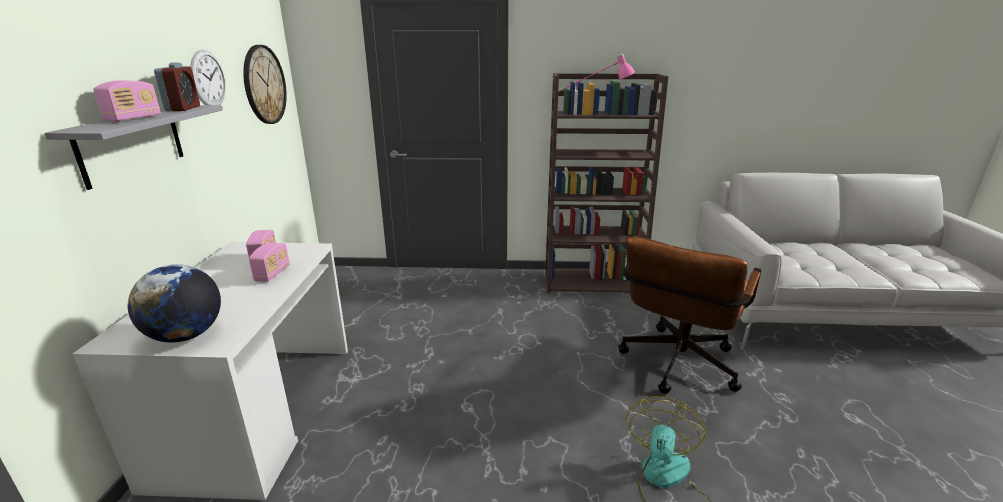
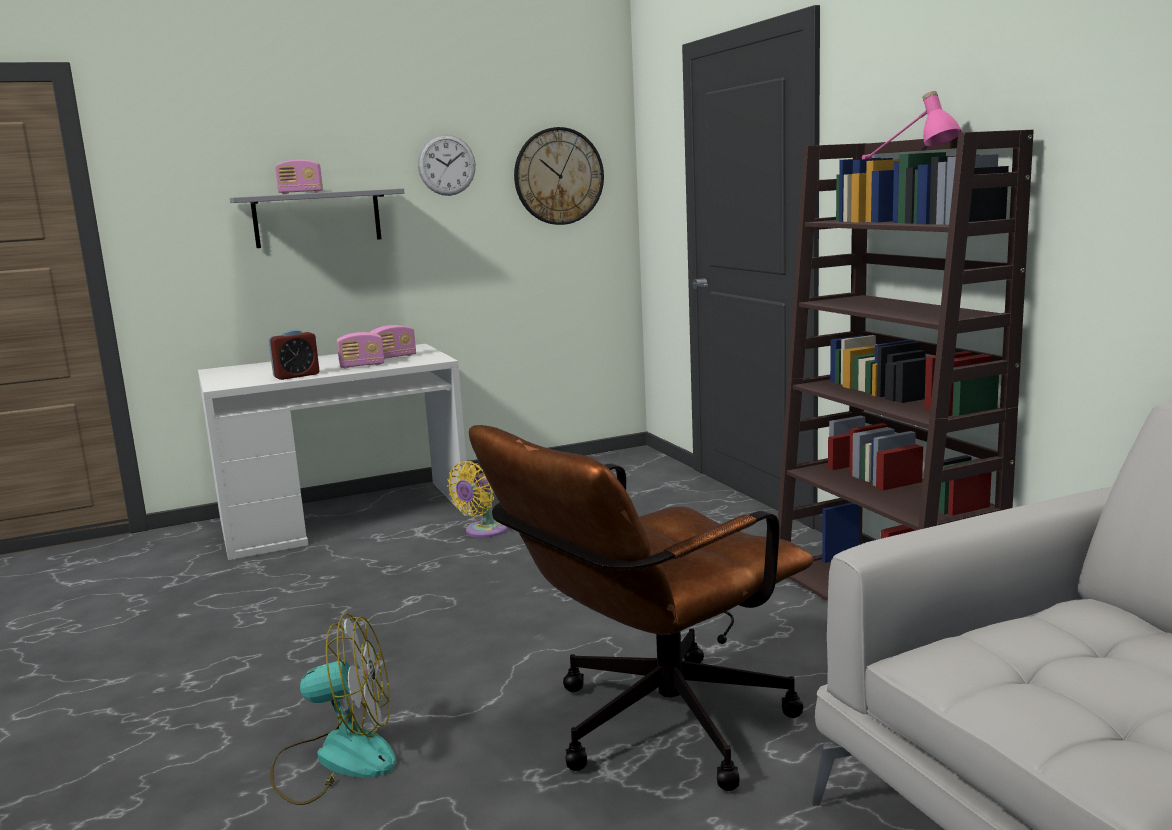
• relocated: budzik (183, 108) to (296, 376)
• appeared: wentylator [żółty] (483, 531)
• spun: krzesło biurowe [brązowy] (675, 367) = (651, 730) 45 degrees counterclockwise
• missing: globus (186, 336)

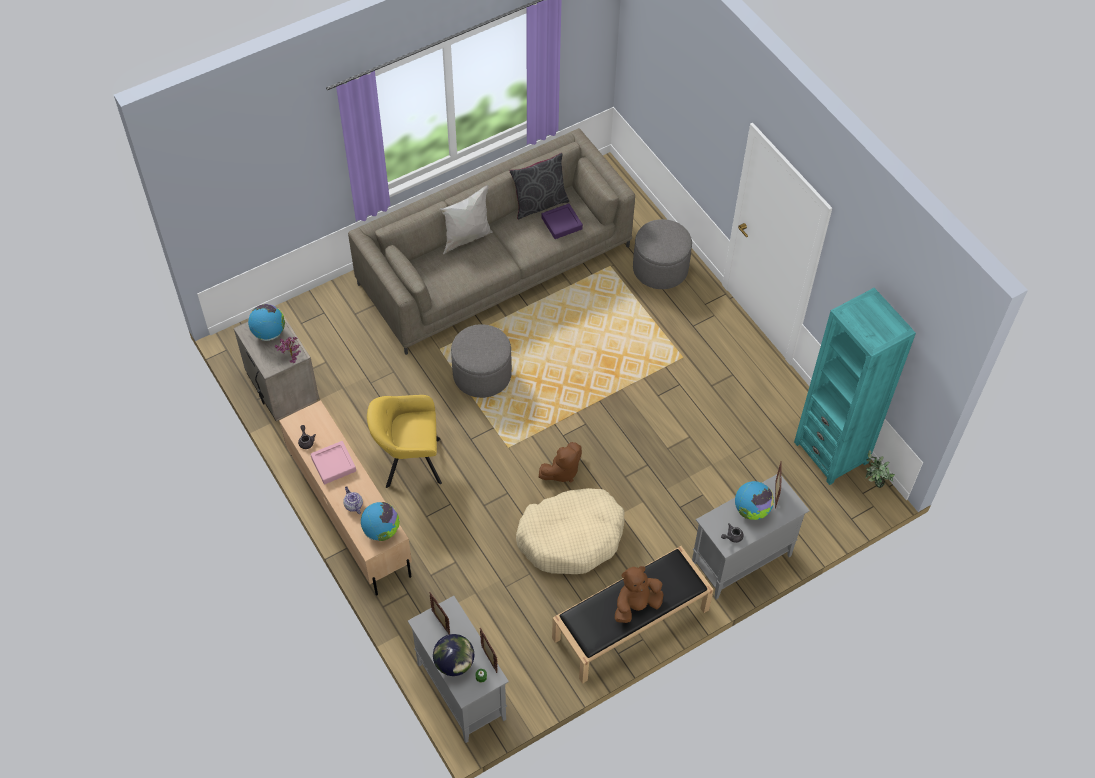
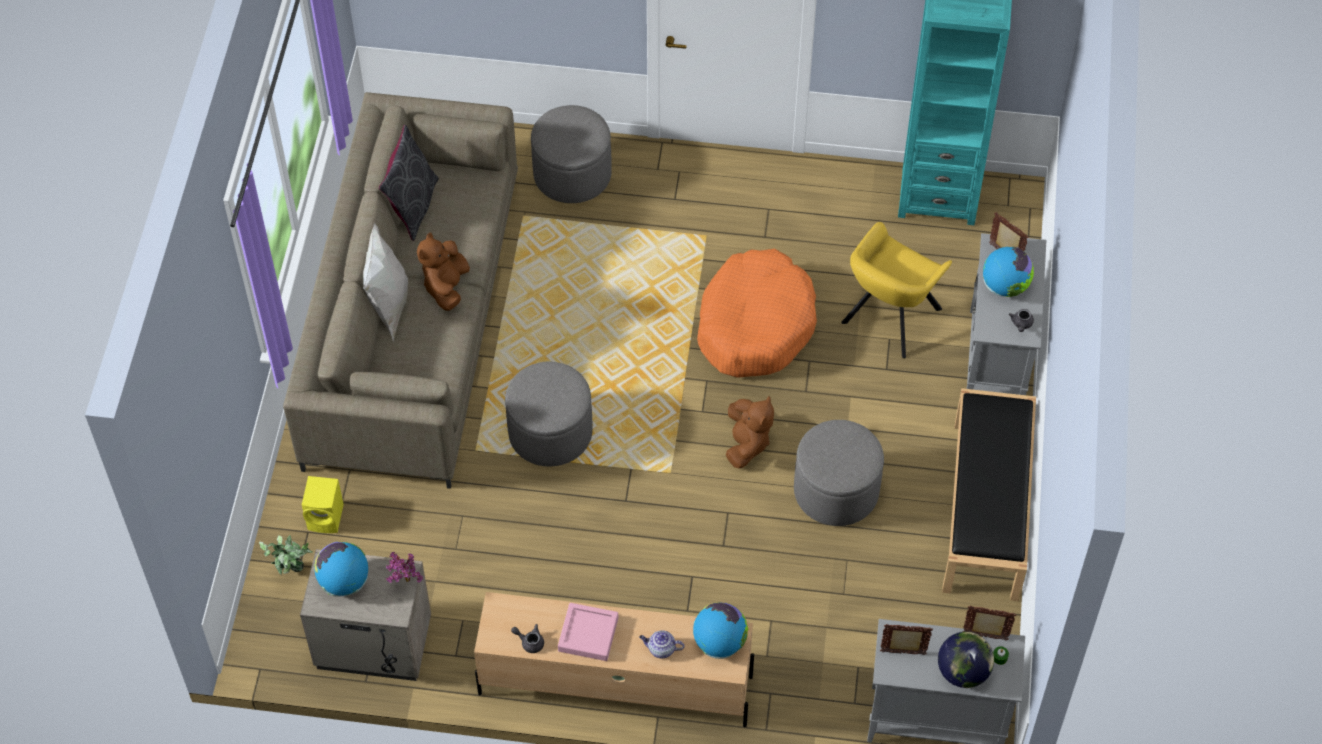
• relocated: roślina doniczkowa (873, 485) to (292, 574)
• appeared: głośnik [żółty] (327, 518)
• relocated: pluszak [brązowy] (636, 605) to (446, 286)
• appeared: legowisko [pomarańczowy] (755, 324)
• exchanged: legowisko [beżowy] (571, 537) to pufa [szary] (836, 491)
• relocated: fotel [żółty] (409, 461) to (888, 319)
• missing: taca [fioletowy] (561, 223)

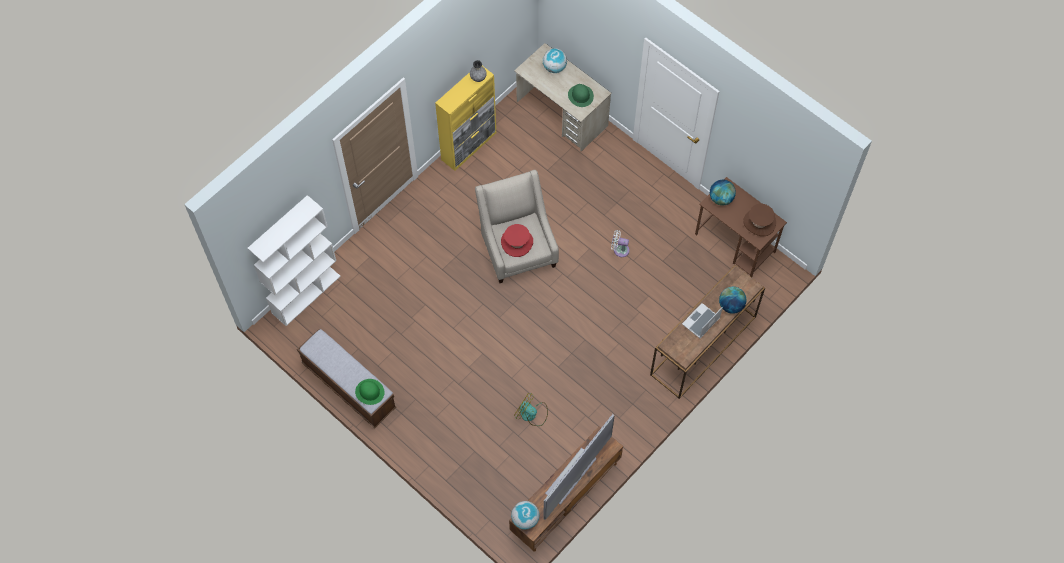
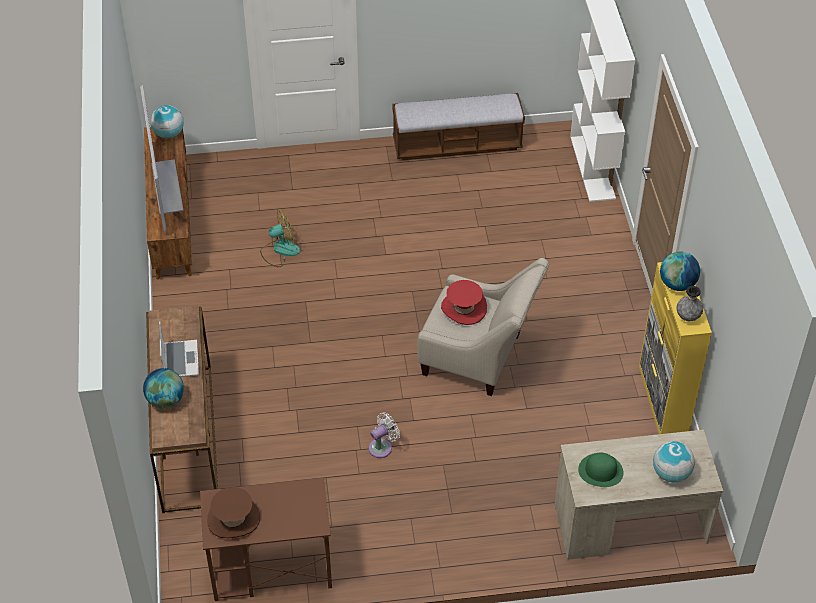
• relocated: globus (721, 198) to (677, 284)
• missing: kapelusz [zielony] (370, 392)

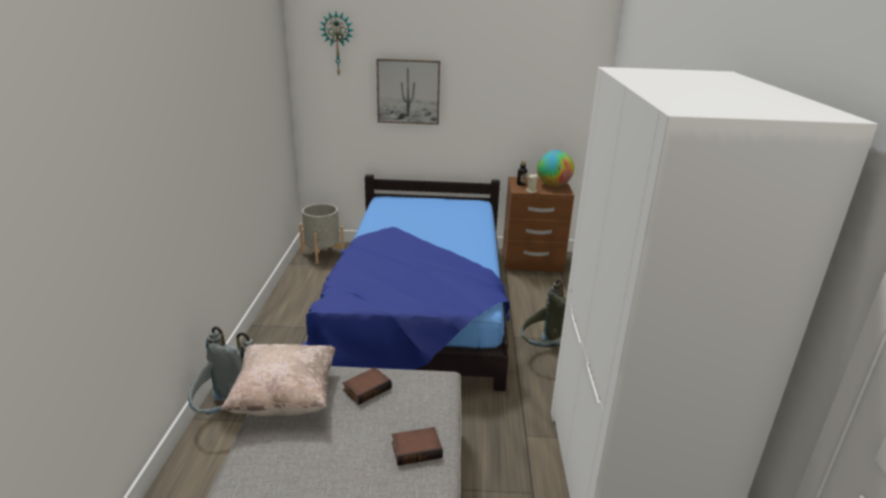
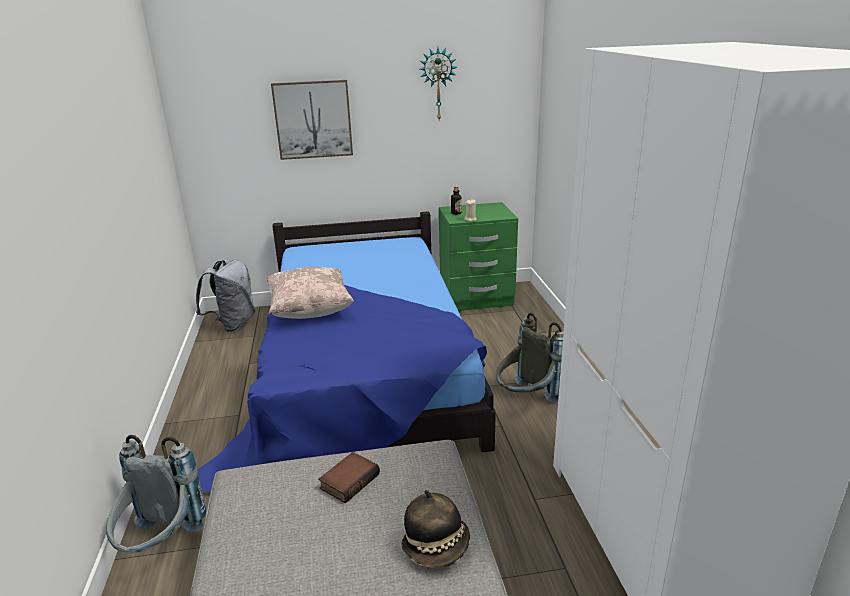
• exchanged: donica [szary] (322, 254) to plecak [szary] (233, 324)
• relocated: poduszka [beżowy] (285, 398) to (310, 311)
• exchanged: książka (417, 449) to kapelusz (437, 546)
• relocated: zegar ścienny (337, 44) to (437, 84)
• colour: szafka nocna [brązowy] (532, 261) to szafka nocna [zielony] (476, 298)
• missing: globus (553, 185)

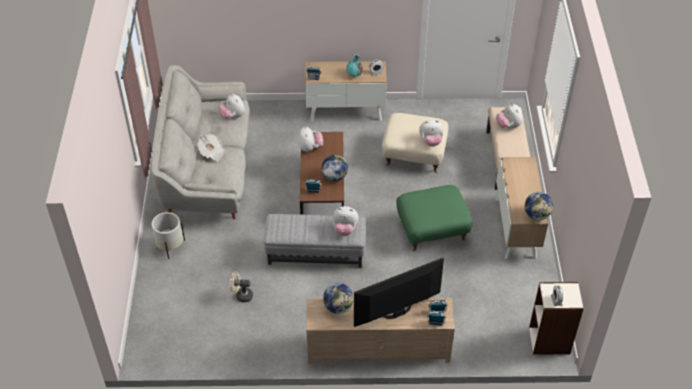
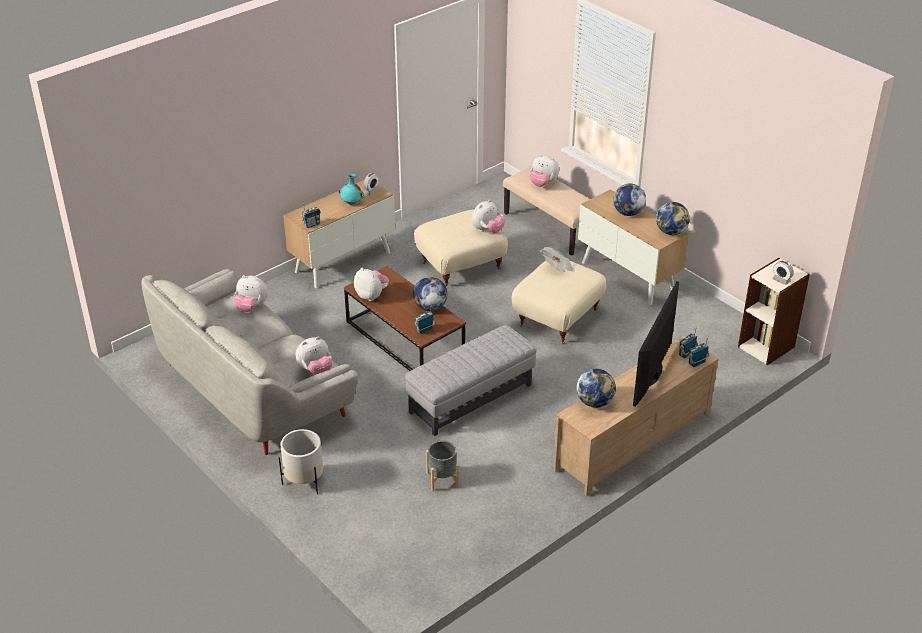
• relocated: pluszak (345, 229) to (315, 370)
• exchanged: wentylator [beżowy] (241, 295) to donica [szary] (442, 479)
• colour: pufa [zielony] (432, 230) to pufa [beżowy] (557, 317)
• relocated: gazeta (212, 153) to (557, 268)
• appeared: globus (628, 213)

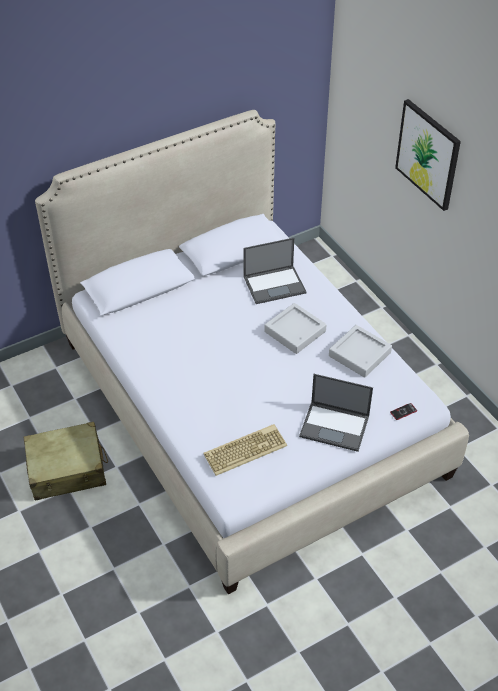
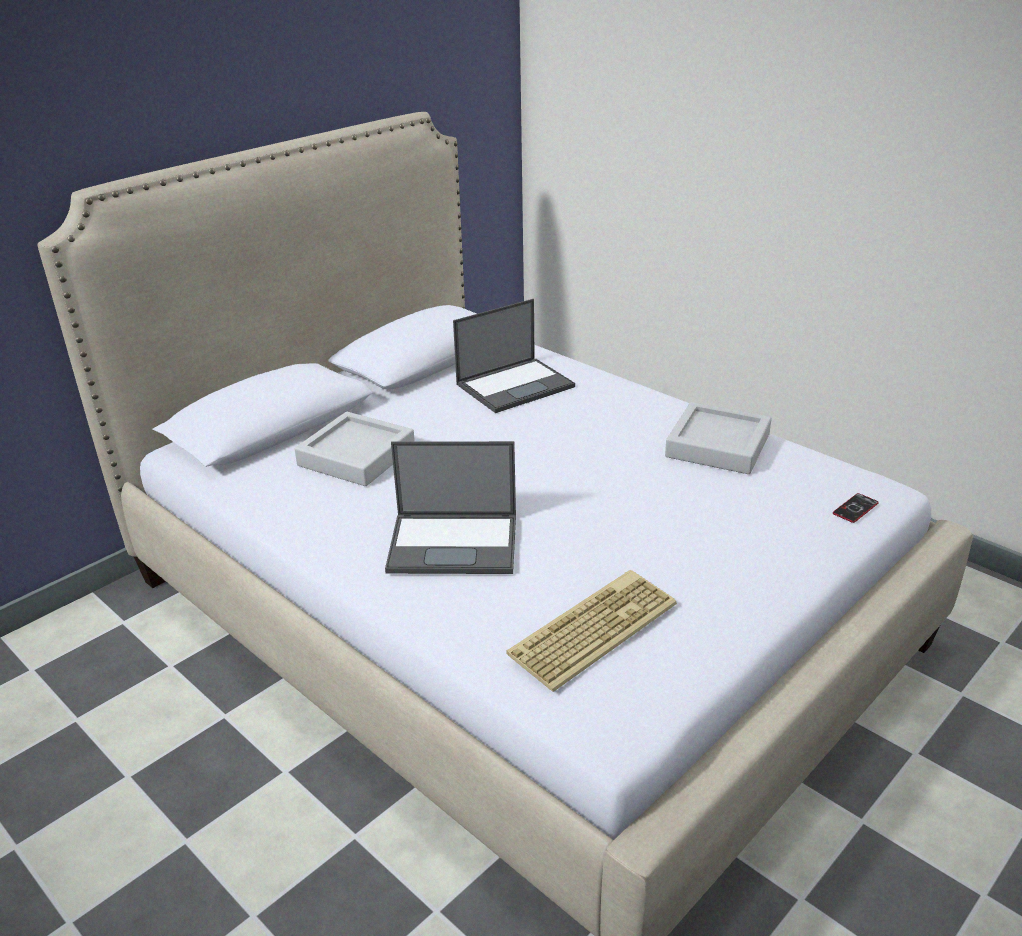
• relocated: taca [szary] (295, 331) to (356, 456)
• relocated: laptop (335, 426) to (455, 543)
• missing: walizka [beżowy] (67, 469)
• missing: obraz (428, 154)

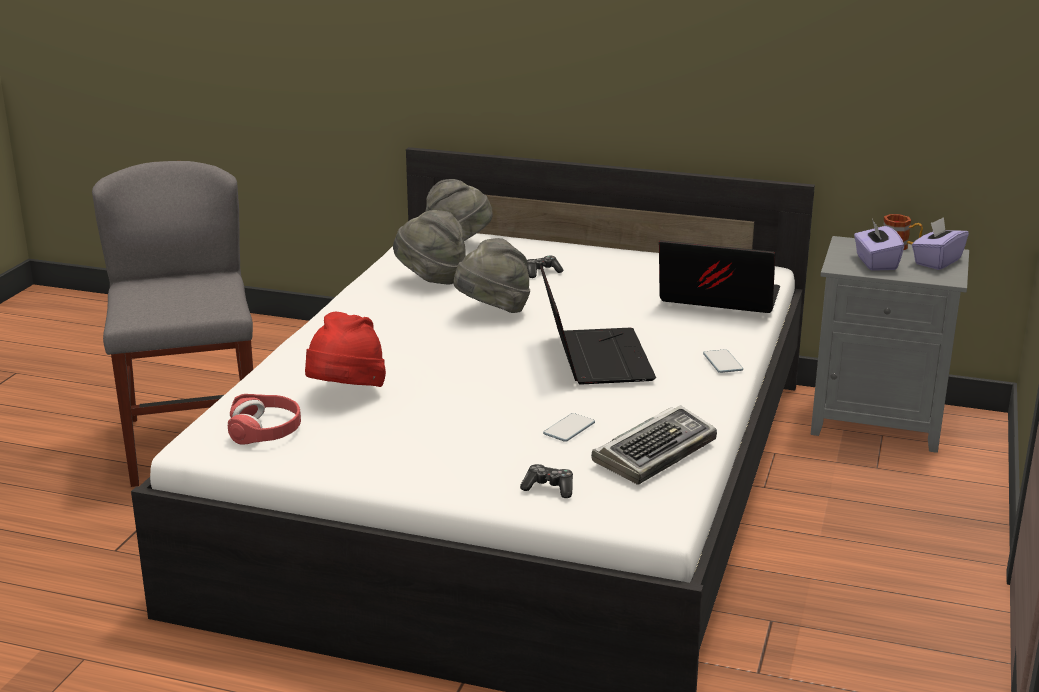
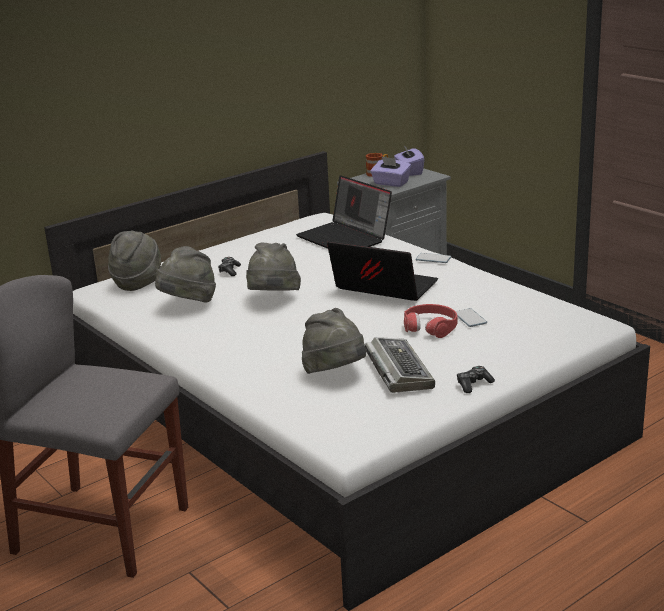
• spun: laptop (716, 299) = (345, 238) 90 degrees counterclockwise
• colour: kapelusz [czerwony] (346, 394) to kapelusz [szary] (335, 374)
• relocated: klawiatura (655, 452) to (398, 371)
• relocated: słuchawki [czerwony] (265, 429) to (430, 327)
• relocated: pad do gier (549, 488) to (473, 384)

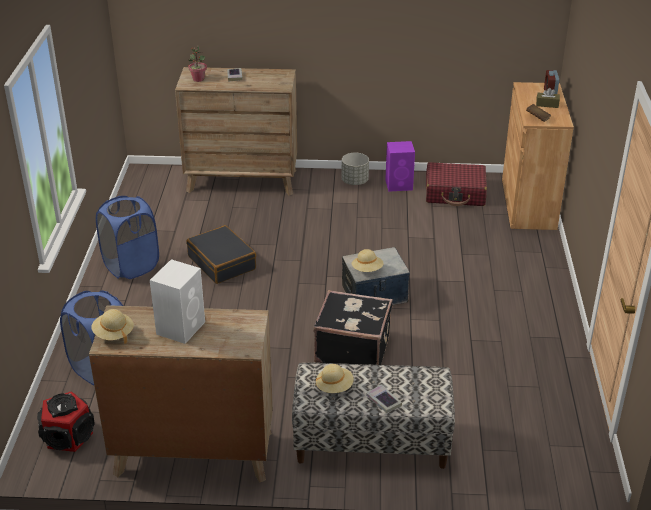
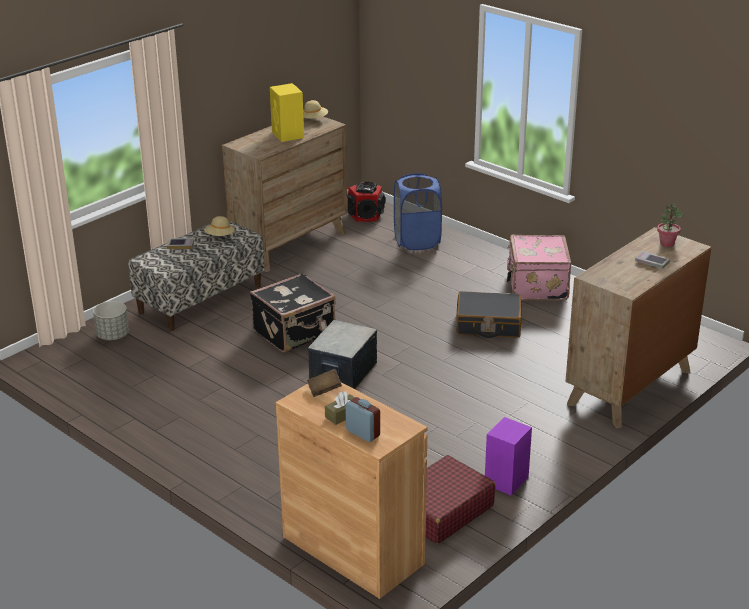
• relocated: donica [szary] (355, 181) to (112, 336)
• colour: głośnik [biały] (181, 327) to głośnik [żółty] (288, 135)
• exchanged: kosz na pranie [niebieski] (131, 266) to walizka [różowy] (536, 286)
• missing: kapelusz [beżowy] (367, 270)

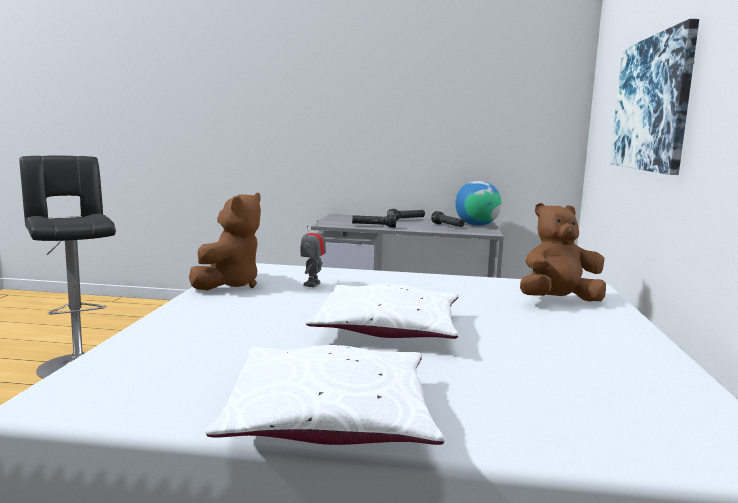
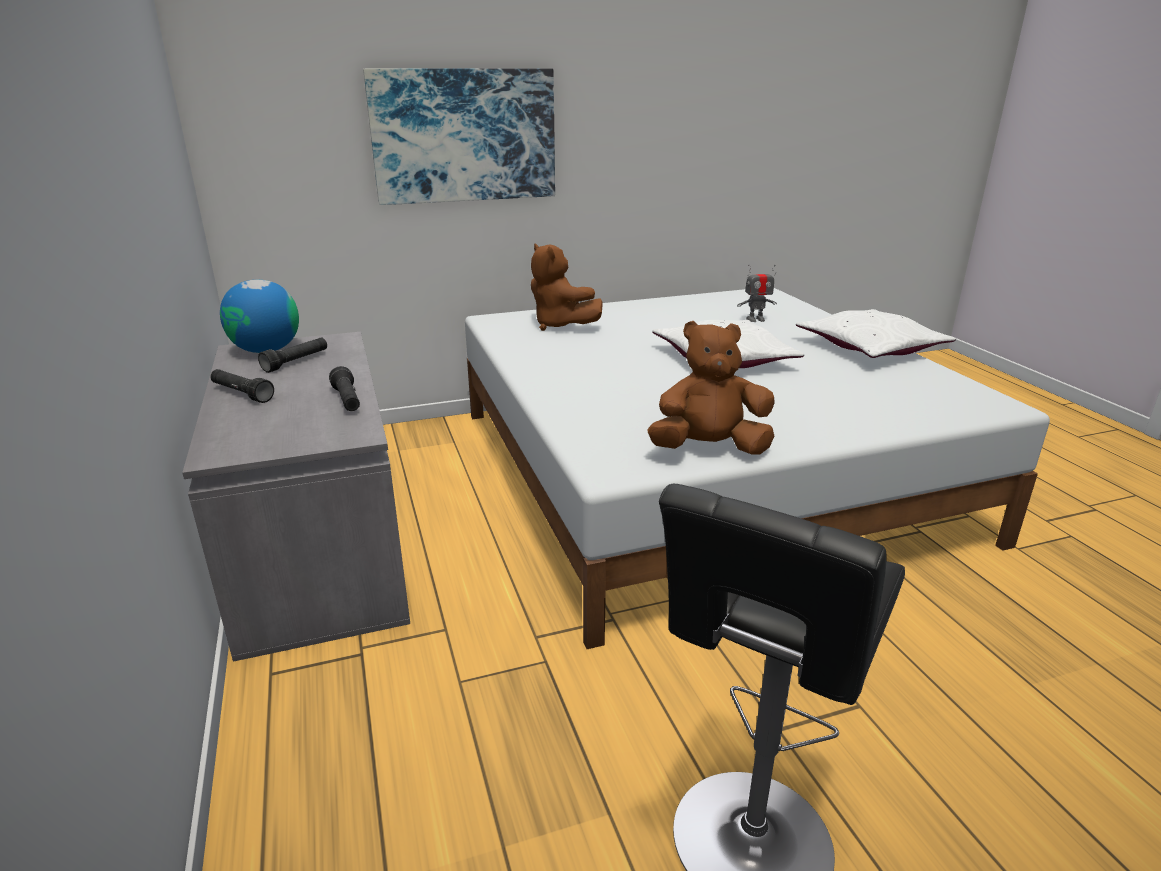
• relocated: robot zabawkowy (312, 284) to (755, 319)

